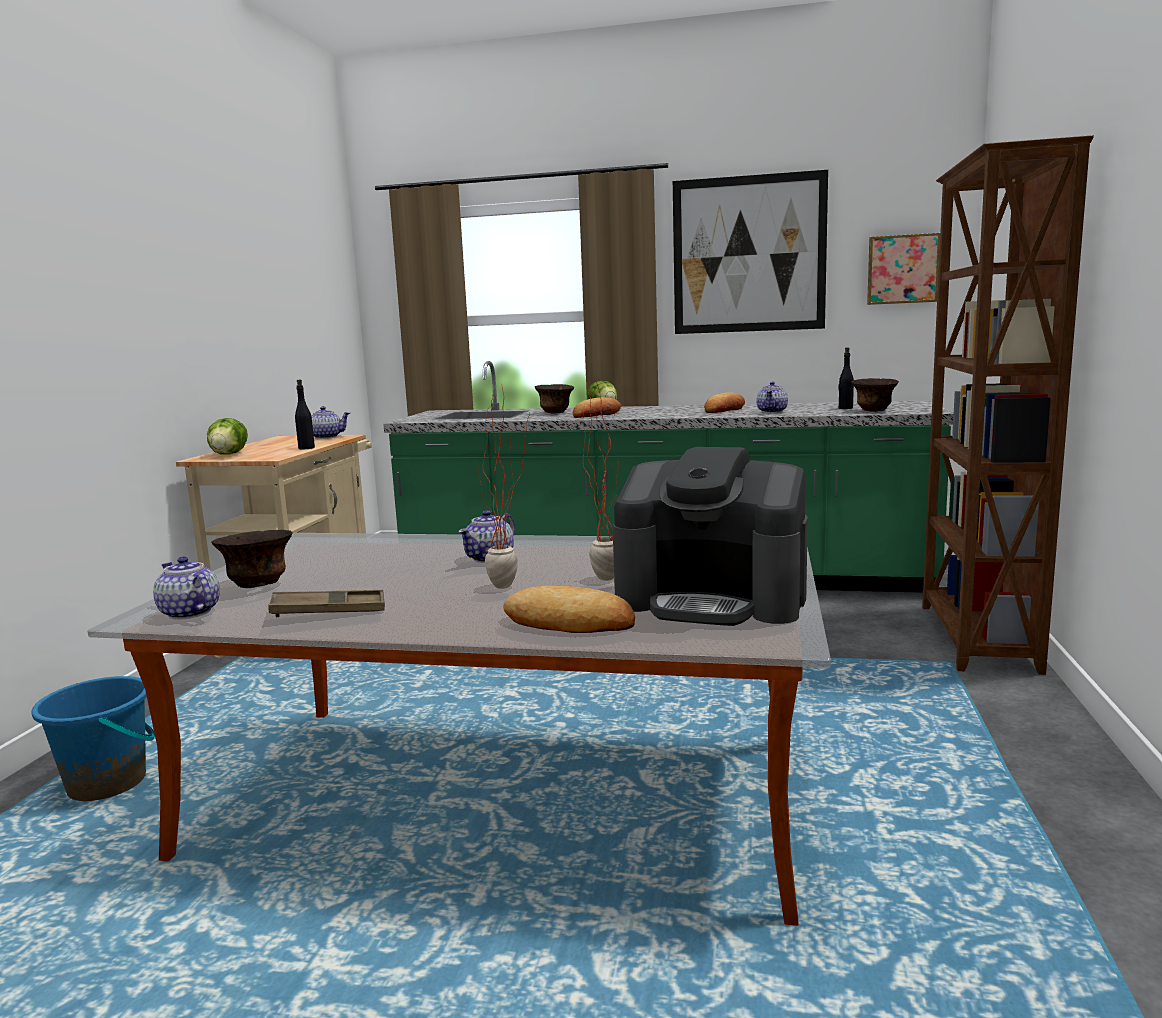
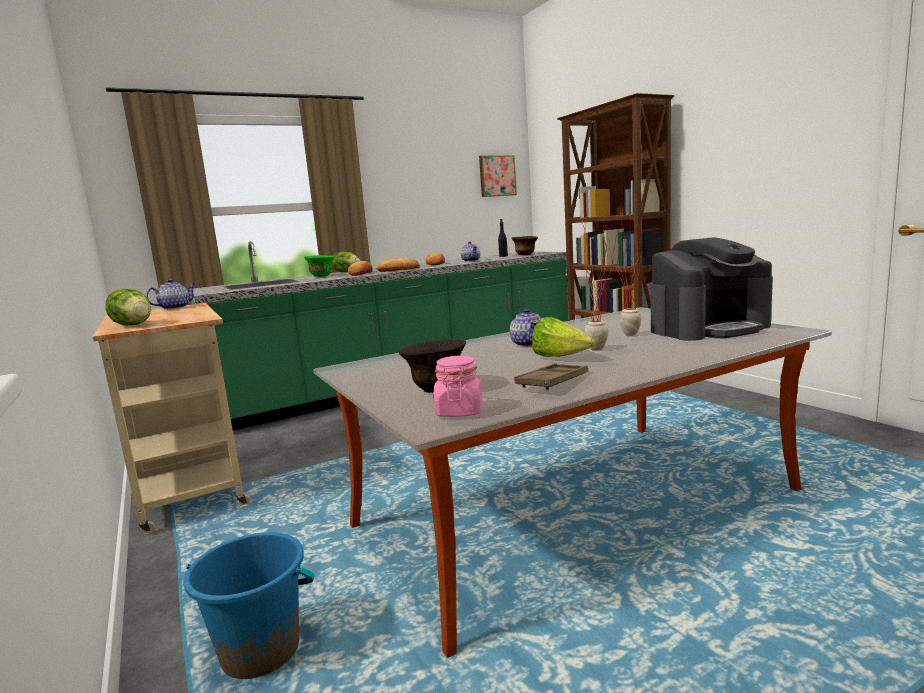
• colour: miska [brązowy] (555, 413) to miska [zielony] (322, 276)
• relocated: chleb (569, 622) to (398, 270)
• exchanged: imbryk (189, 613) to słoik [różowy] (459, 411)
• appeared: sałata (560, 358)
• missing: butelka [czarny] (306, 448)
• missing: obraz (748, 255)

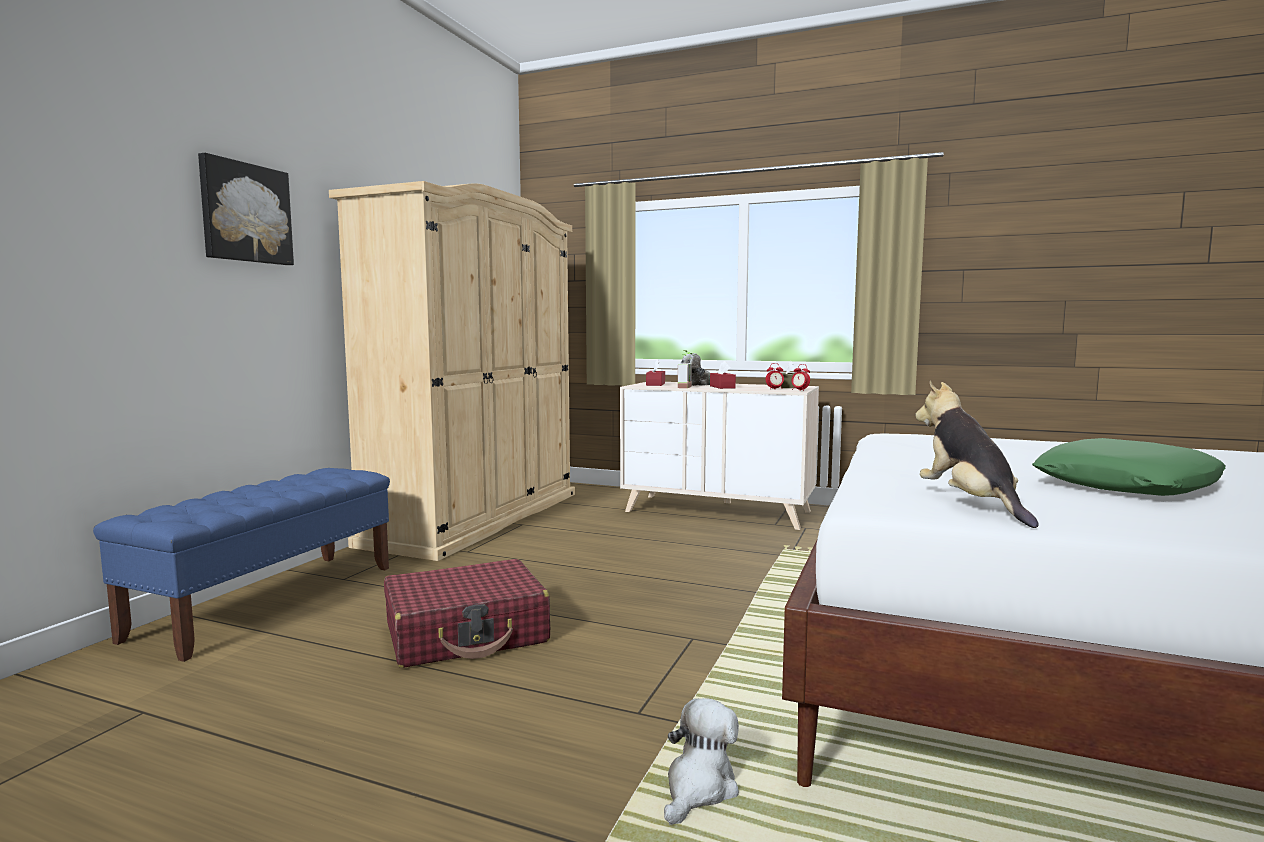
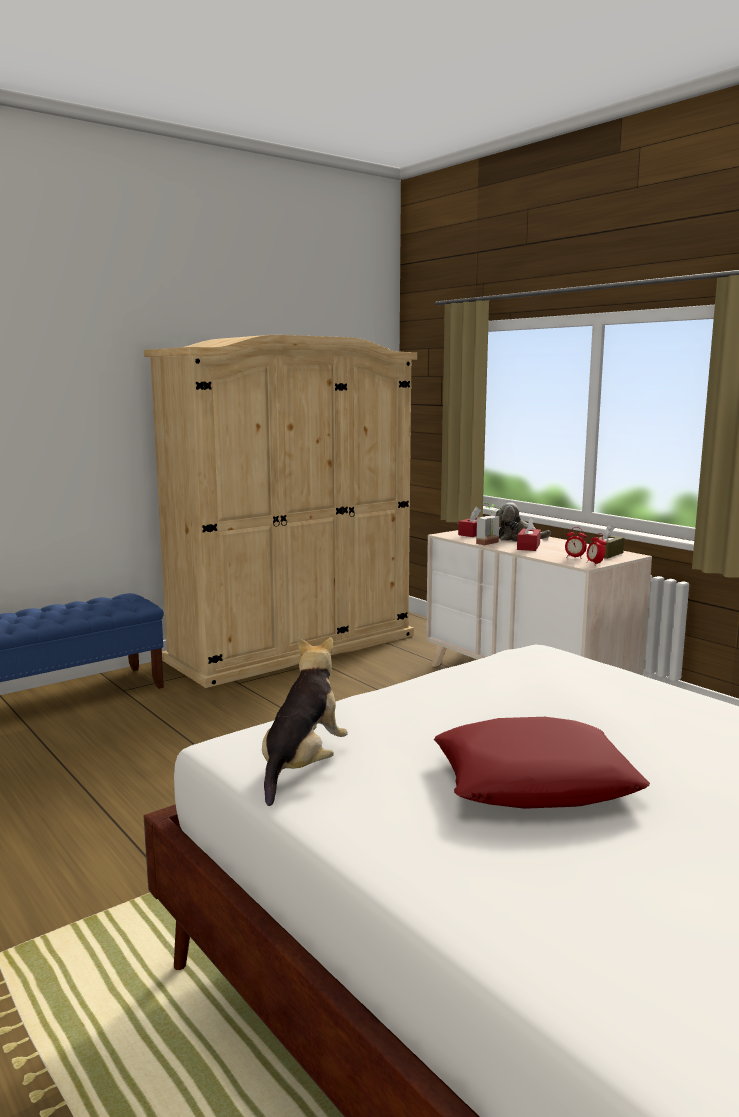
• colour: poduszka [zielony] (1126, 484) to poduszka [czerwony] (533, 780)
• missing: obraz (245, 213)
• missing: walizka [czerwony] (467, 633)
• missing: pluszak (699, 787)

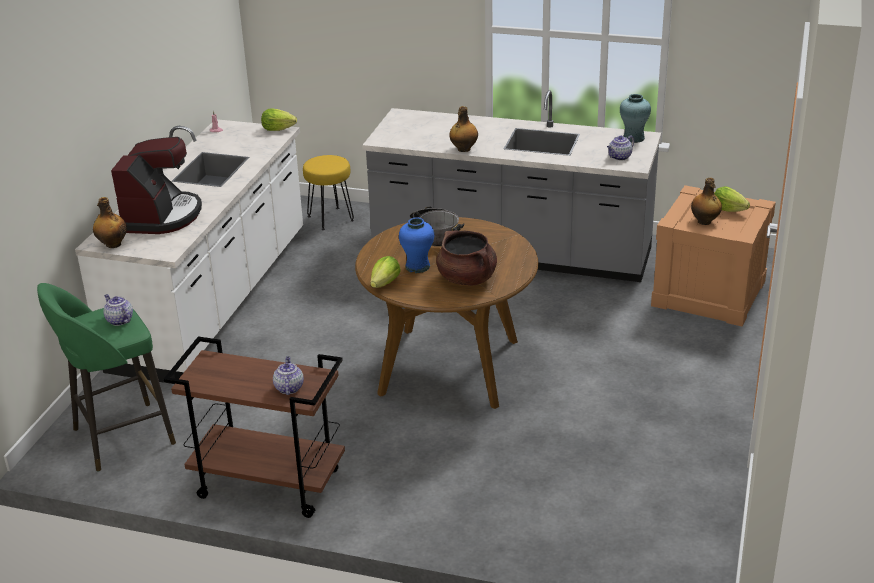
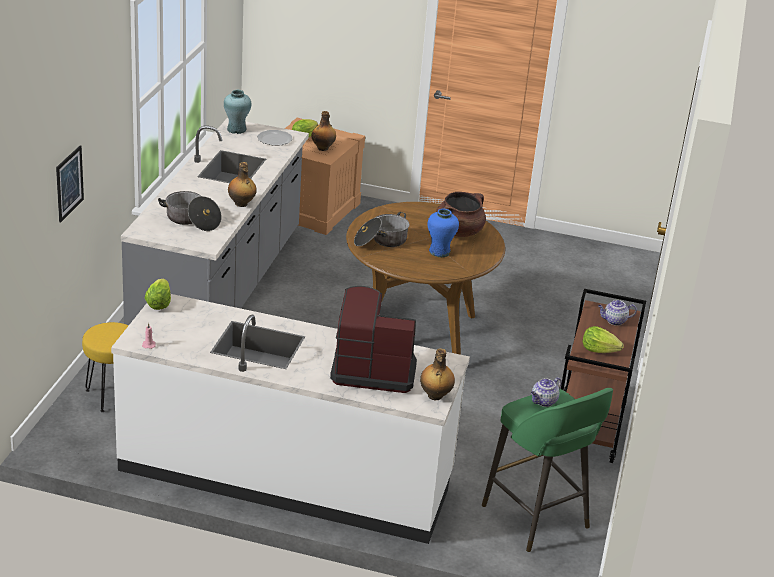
• appeared: obraz (69, 183)
• appeared: garnek (191, 220)
• exchanged: imbryk (619, 157) to talerz (275, 139)
• relocated: sałata (385, 284) to (598, 350)

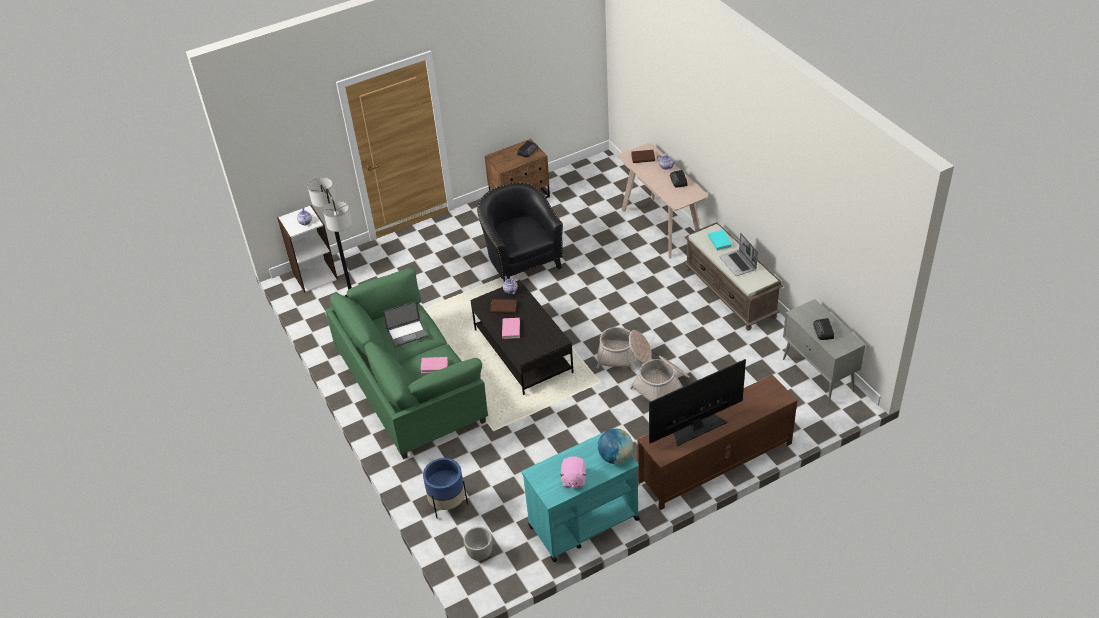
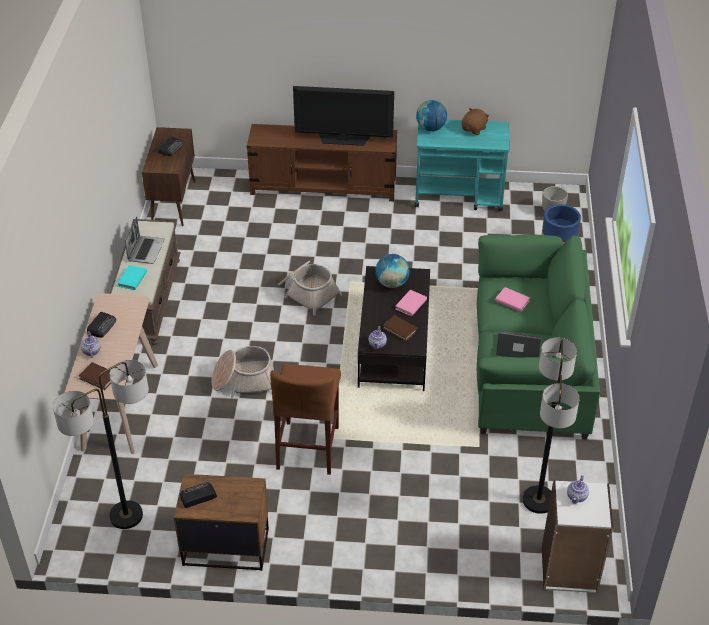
• appeared: lampa stojąca (126, 515)
• colour: szafka [szary] (818, 376) to szafka [brązowy] (174, 202)
• relocated: koszyk (662, 385) to (244, 380)
• exchanged: fotel [czarny] (521, 261) to stołek [brązowy] (308, 447)
• appeared: globus (392, 283)
• colour: pluszak [różowy] (573, 479) to pluszak [brązowy] (474, 129)

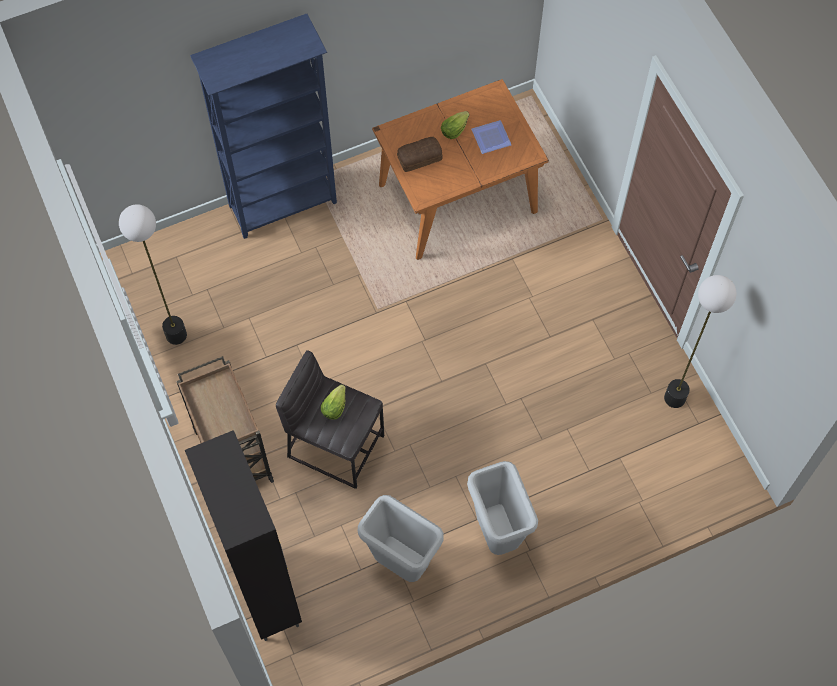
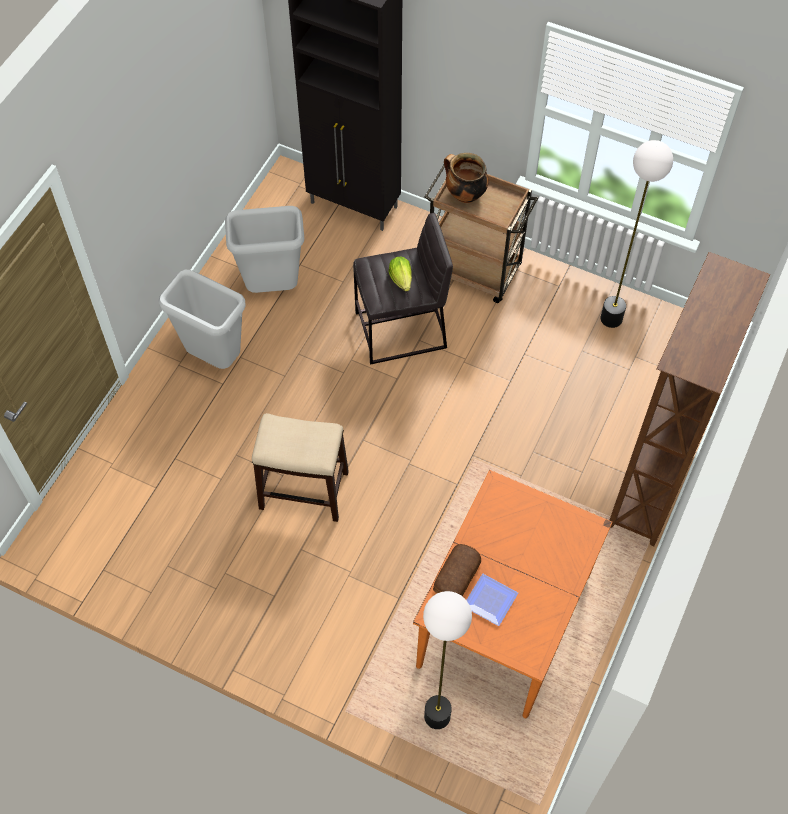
• appeared: stołek (303, 490)
• relocated: lampa stojąca (674, 398) to (437, 716)
• relocated: chleb (418, 157) to (458, 576)
• appeared: garnek (464, 195)
• colour: regał [niebieski] (284, 205) to regał [brązowy] (649, 488)
• missing: sałata (454, 130)

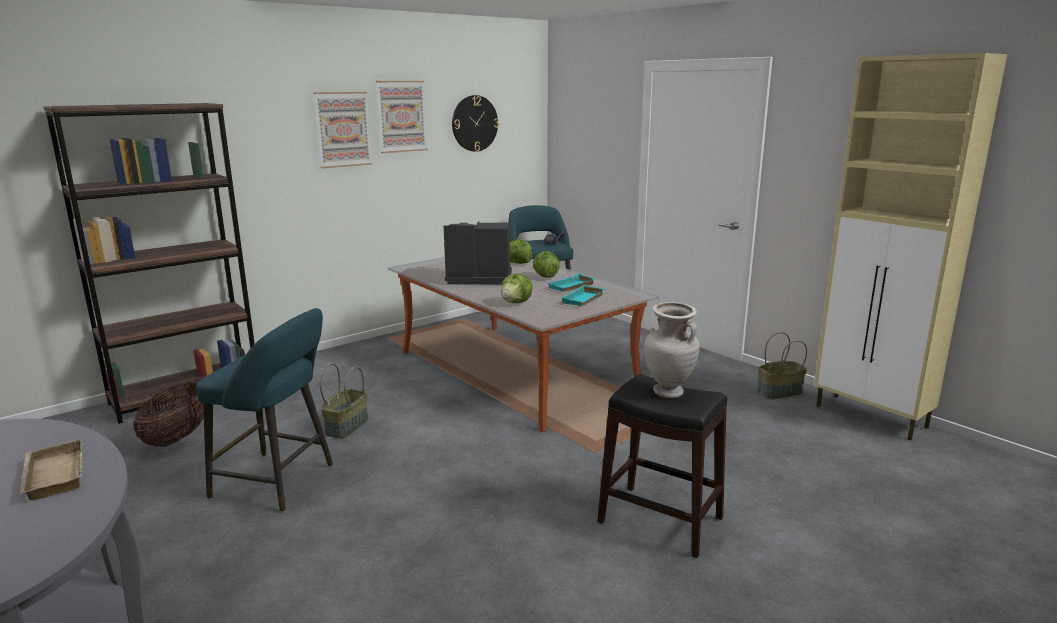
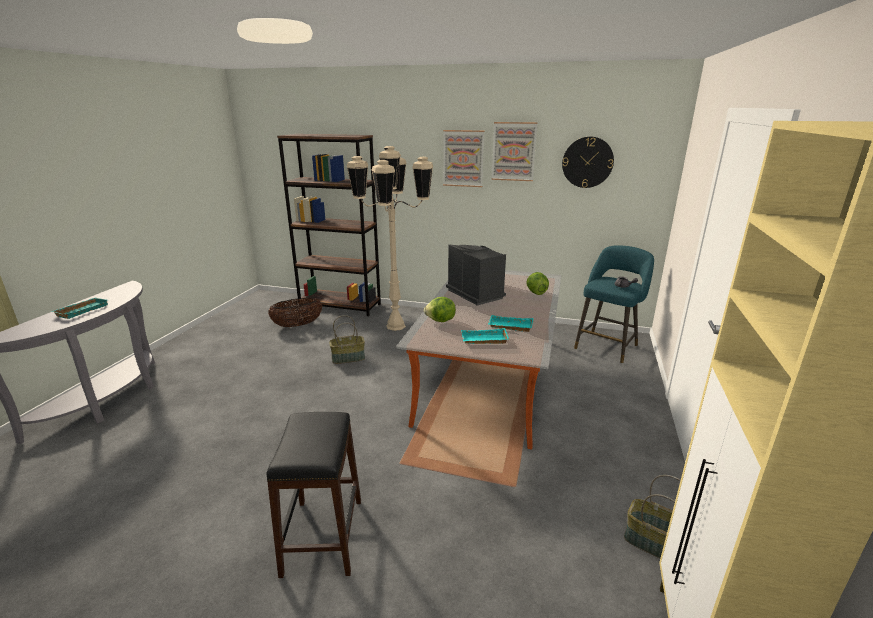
• colour: taca [beżowy] (52, 475) to taca [turkusowy] (82, 310)
• appeared: lampa stojąca [beżowy] (396, 326)
• missing: stołek [turkusowy] (279, 482)
• missing: sałata (545, 276)
• missing: wazon [beżowy] (668, 393)

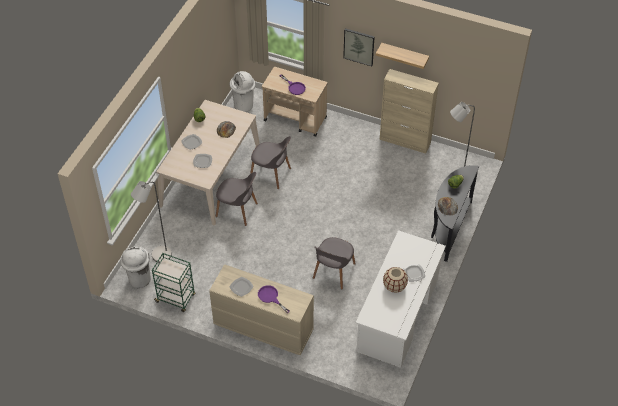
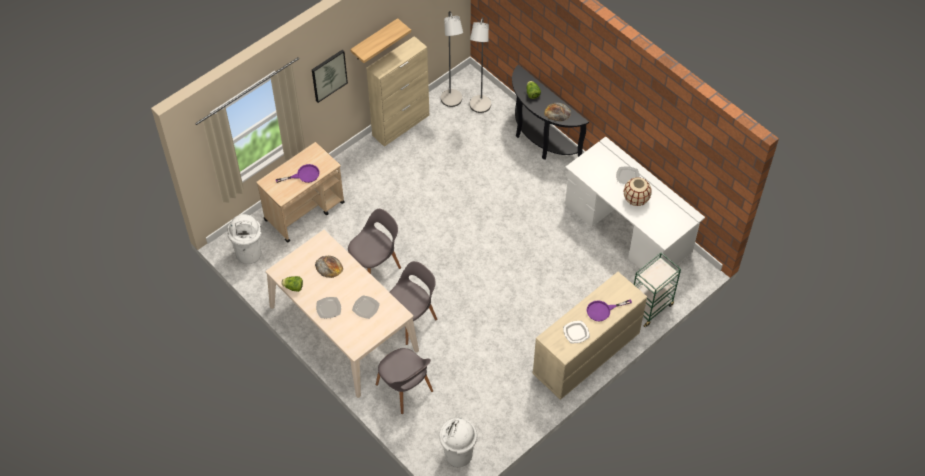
• relocated: krzesło [szary] (333, 272) to (405, 389)
• relocated: lampa stojąca [szary] (158, 256) to (452, 101)
• relocated: wózek [zielony] (176, 298) to (650, 306)

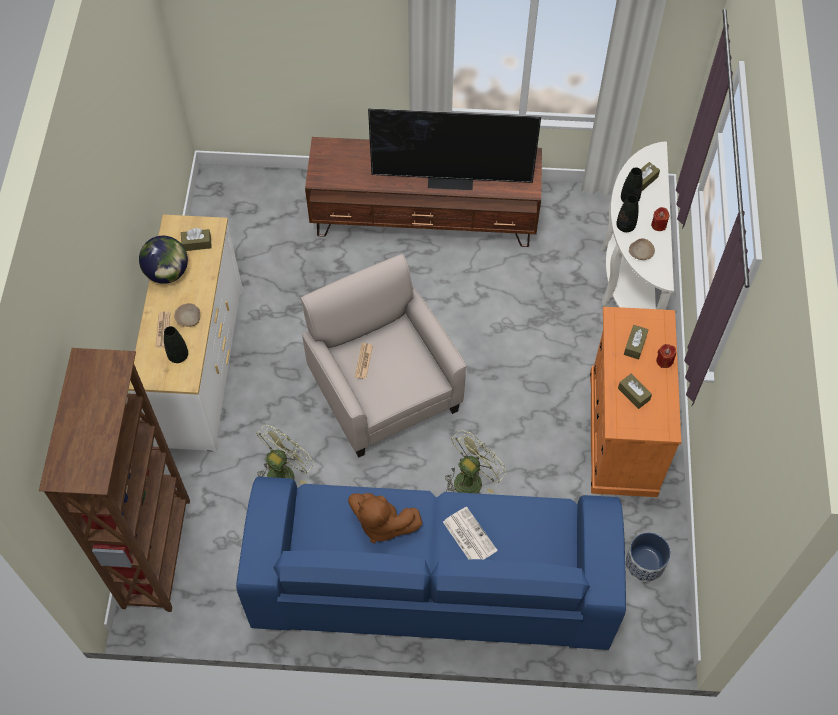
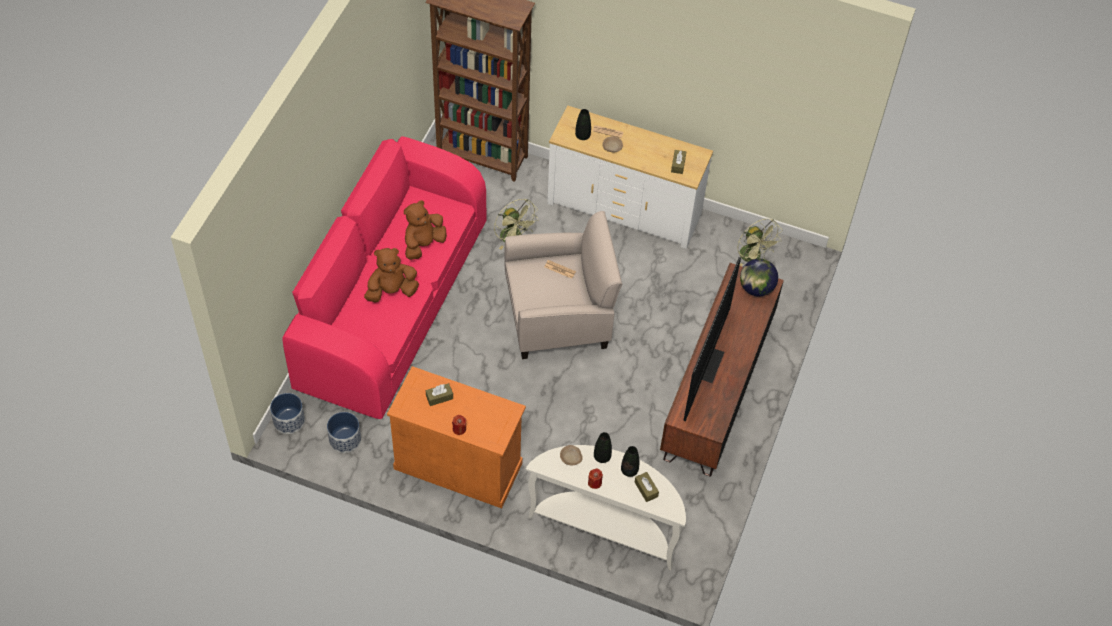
• appeared: donica (289, 420)
• colour: kanapa [niebieski] (431, 582) to kanapa [różowy] (392, 302)
• exchanged: gazeta (468, 536) to pluszak [brązowy] (391, 291)
• relocated: wentylator [zielony] (471, 478) to (753, 257)
• relocated: globus (167, 273) to (756, 288)
• missing: pudełko chusteczek [brązowy] (635, 345)

